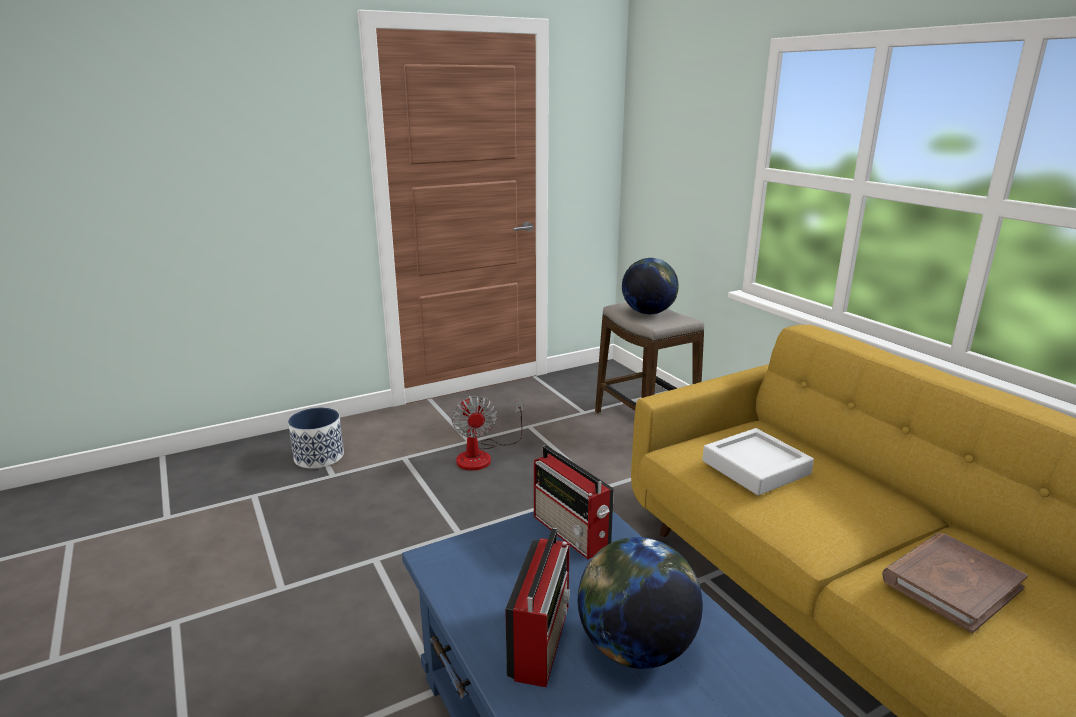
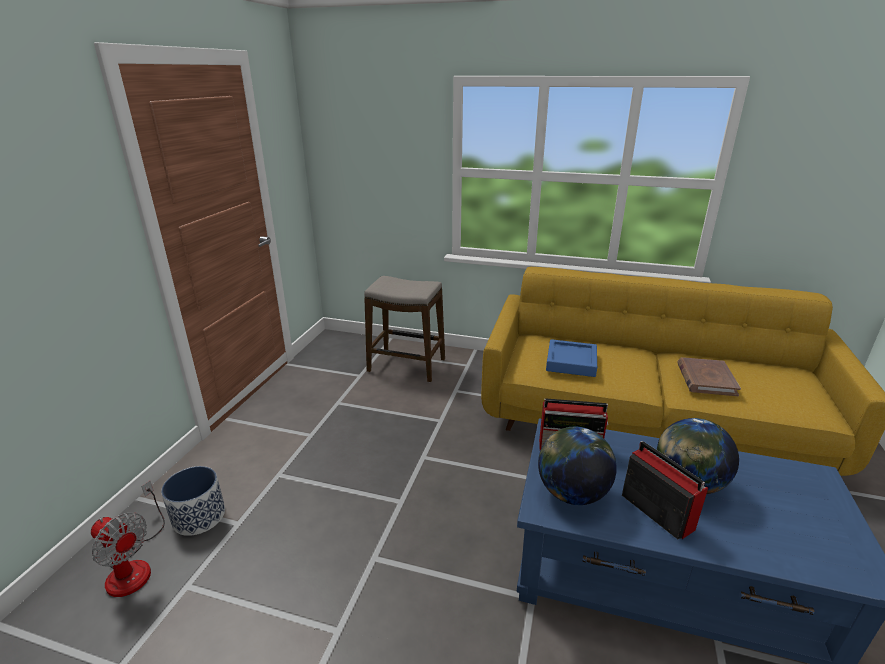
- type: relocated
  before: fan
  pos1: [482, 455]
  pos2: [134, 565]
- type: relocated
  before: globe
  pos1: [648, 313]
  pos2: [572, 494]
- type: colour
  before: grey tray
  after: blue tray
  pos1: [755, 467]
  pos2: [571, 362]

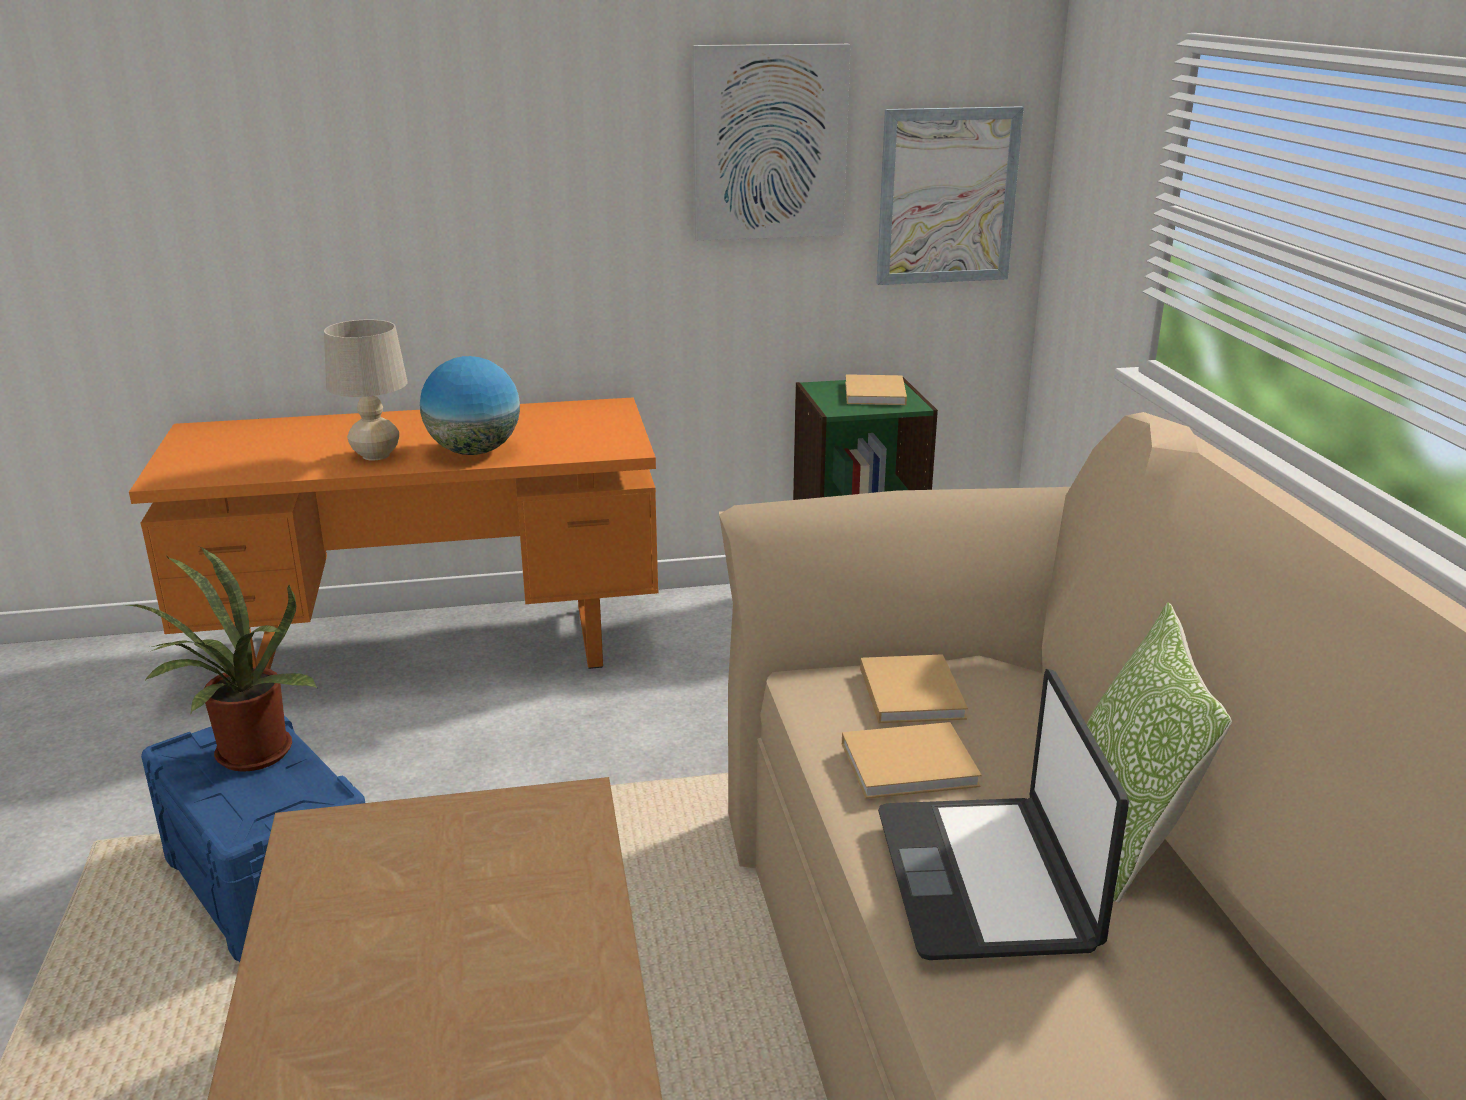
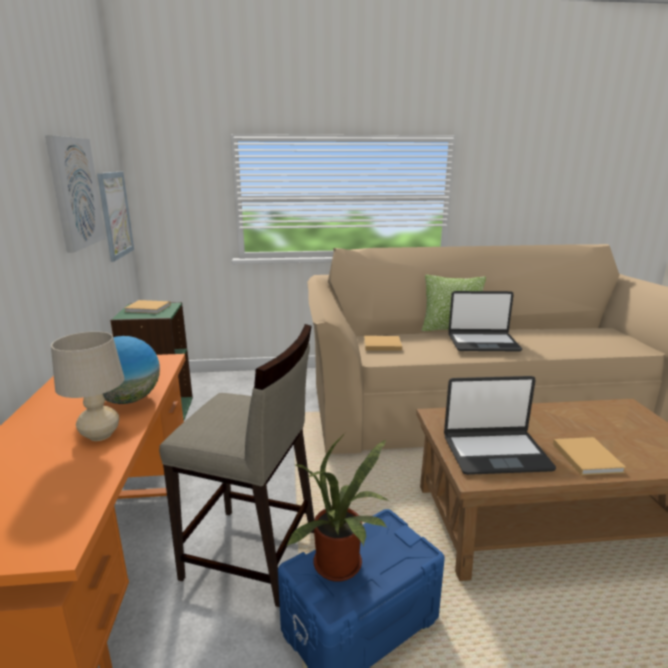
- type: appeared
  after: beige stool
  pos2: [252, 555]
- type: appeared
  after: laptop
  pos2: [495, 452]
- type: relocated
  before: beige book
  pos1: [913, 764]
  pos2: [586, 456]

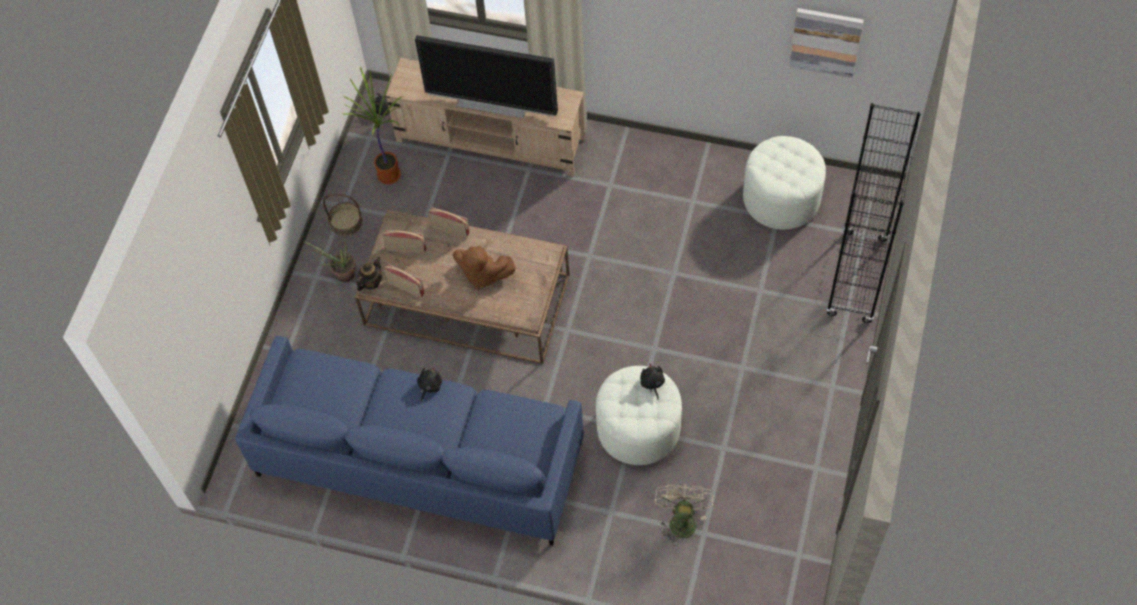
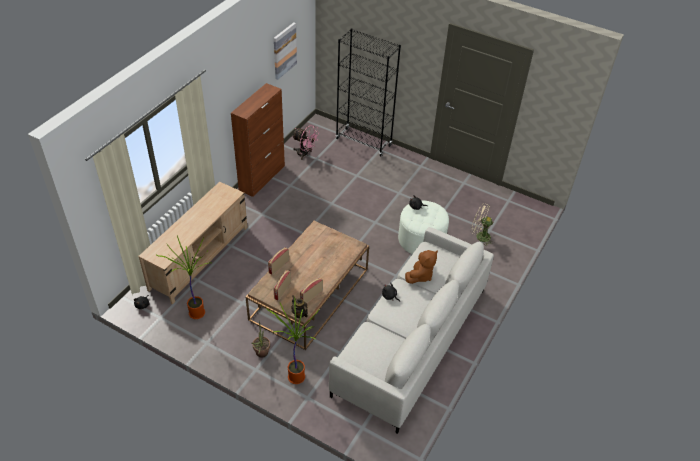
- type: missing
  before: basket
  pos1: [346, 222]
- type: missing
  before: television
  pos1: [492, 103]
- type: appeared
  after: brown cabinet
  pos2: [262, 177]
- type: appeared
  after: potted plant
  pos2: [295, 376]
- type: relocated
  before: brown plush toy
  pos1: [482, 274]
  pos2: [420, 275]
- type: exchanged
  before: white ottoman
  after: pink fan
  pos1: [781, 198]
  pos2: [305, 154]
- type: colour
  before: blue sofa
  after: grey sofa
  pos1: [420, 458]
  pos2: [410, 340]

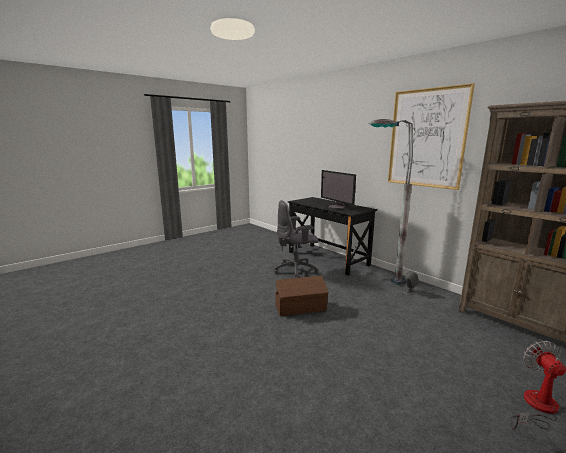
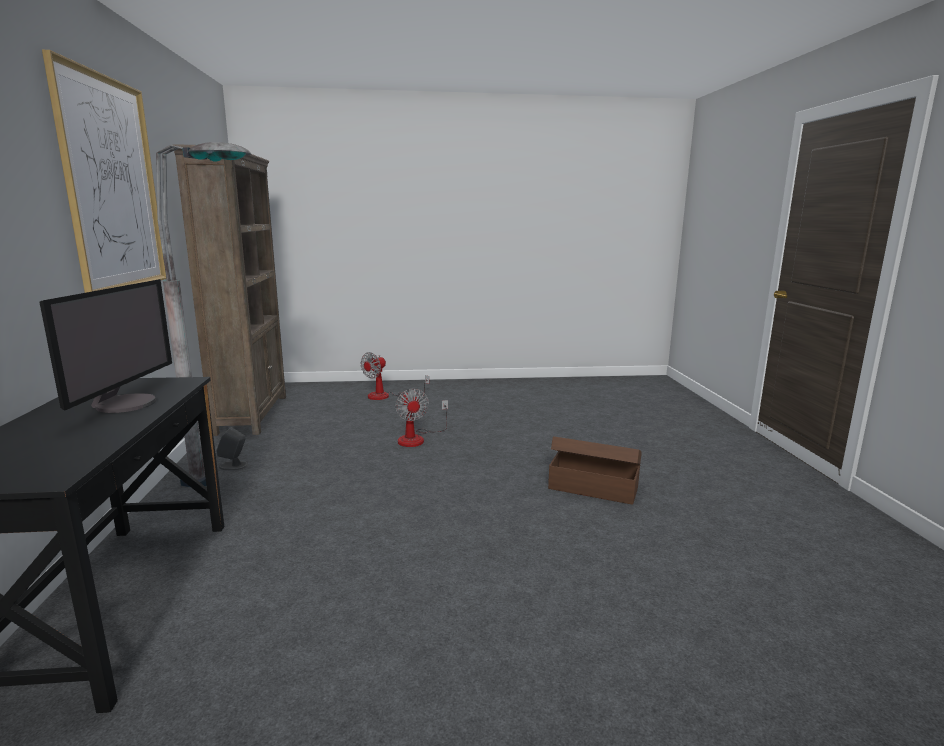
- type: missing
  before: grey office chair
  pos1: [296, 270]
- type: appeared
  after: fan
  pos2: [417, 438]
- type: relocated
  before: brown storage box
  pos1: [301, 308]
  pos2: [592, 487]

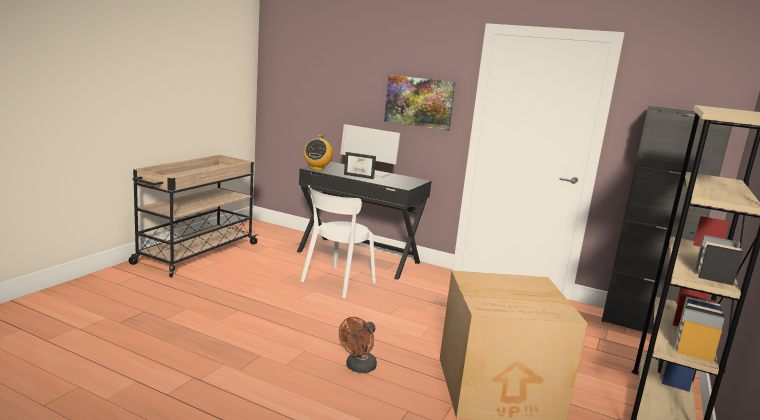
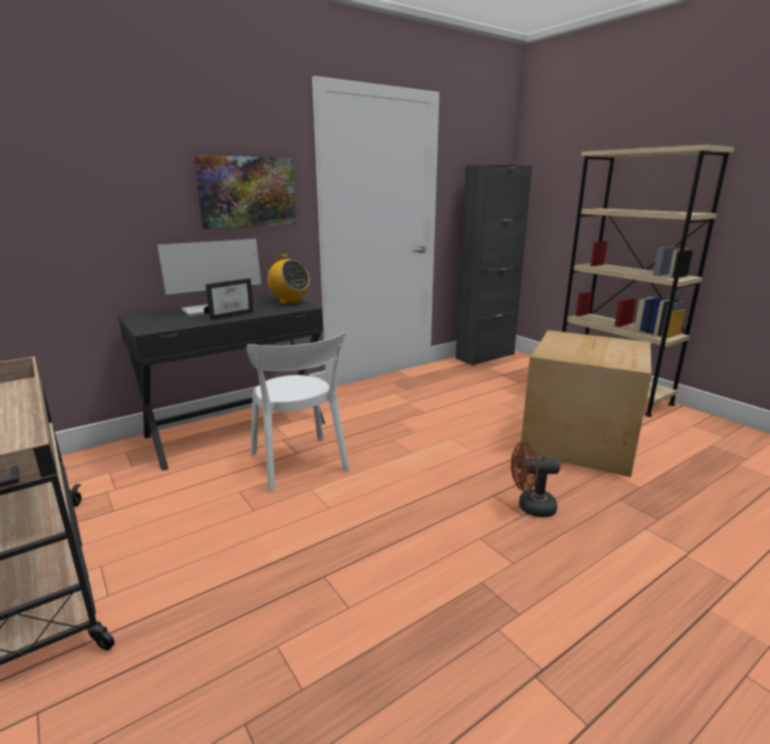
- type: relocated
  before: radio
  pos1: [317, 168]
  pos2: [289, 302]
- type: spun
  before: brown fan
  pos1: [358, 368]
  pos2: [530, 507]
  turn: 120

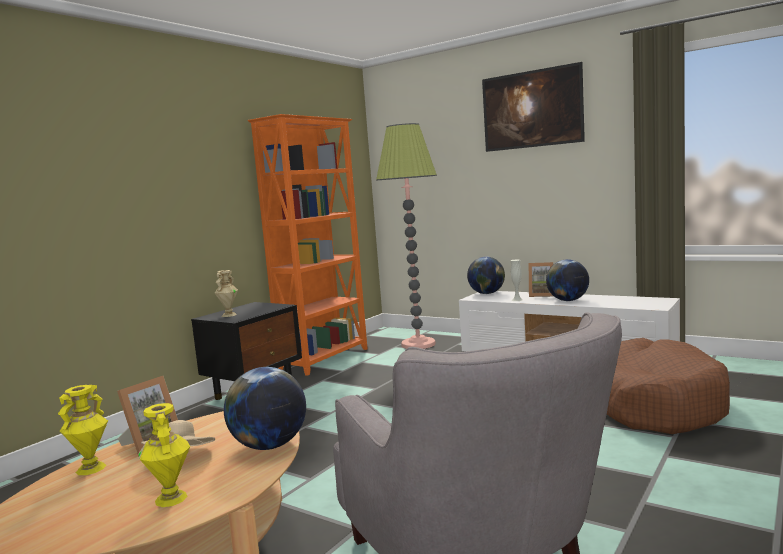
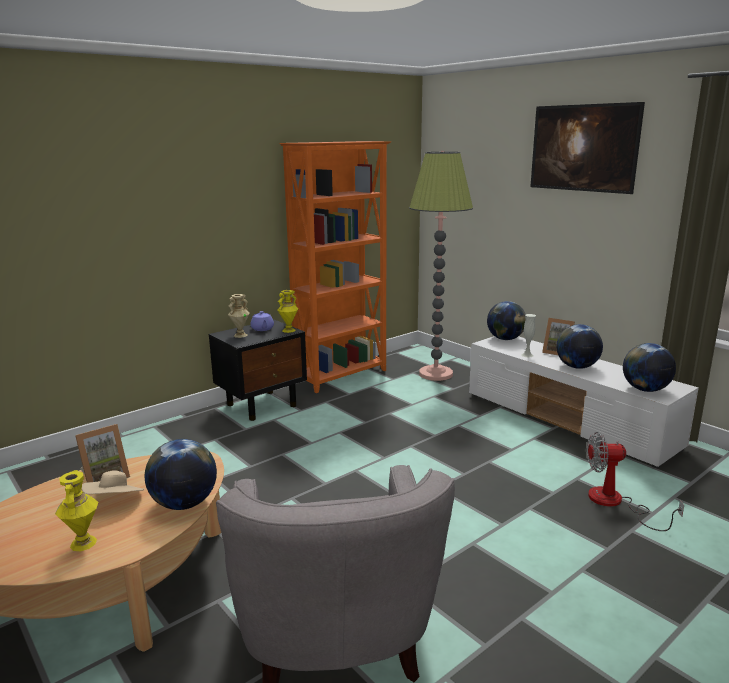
- type: appeared
  after: purple teapot
  pos2: [262, 329]
- type: appeared
  after: globe
  pos2: [645, 389]
- type: relocated
  before: yellow vase
  pos1: [91, 469]
  pos2: [289, 330]
- type: exchanged
  before: brown dog bed
  after: fan
  pos1: [653, 404]
  pos2: [615, 503]

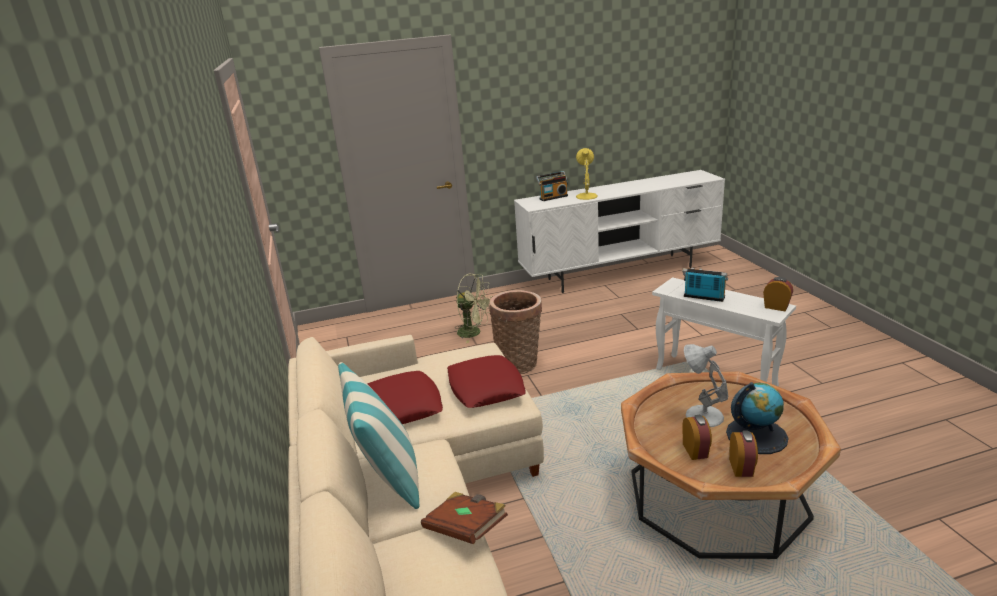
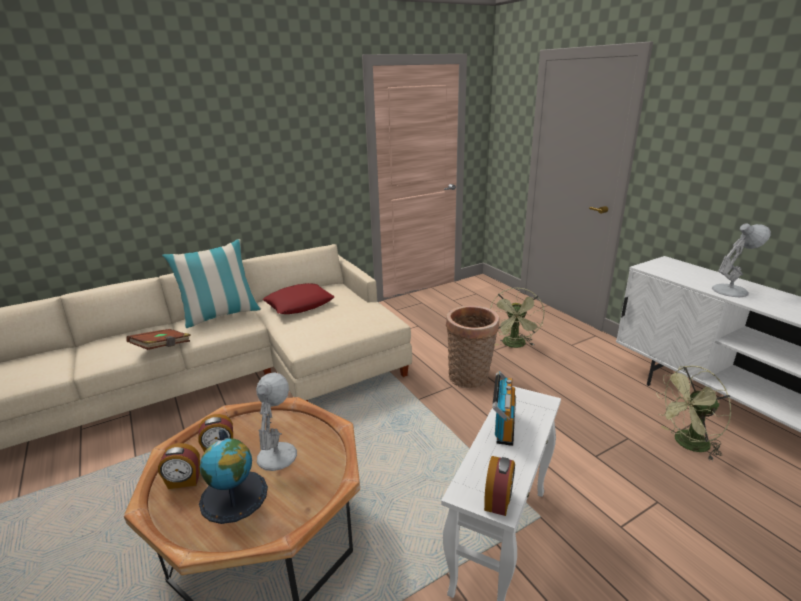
- type: missing
  before: red pillow
  pos1: [485, 388]
- type: missing
  before: radio
  pos1: [553, 197]
- type: appeared
  after: green fan
  pos2: [686, 444]
- type: colour
  before: yellow table lamp
  after: white table lamp
  pos1: [586, 196]
  pos2: [731, 290]

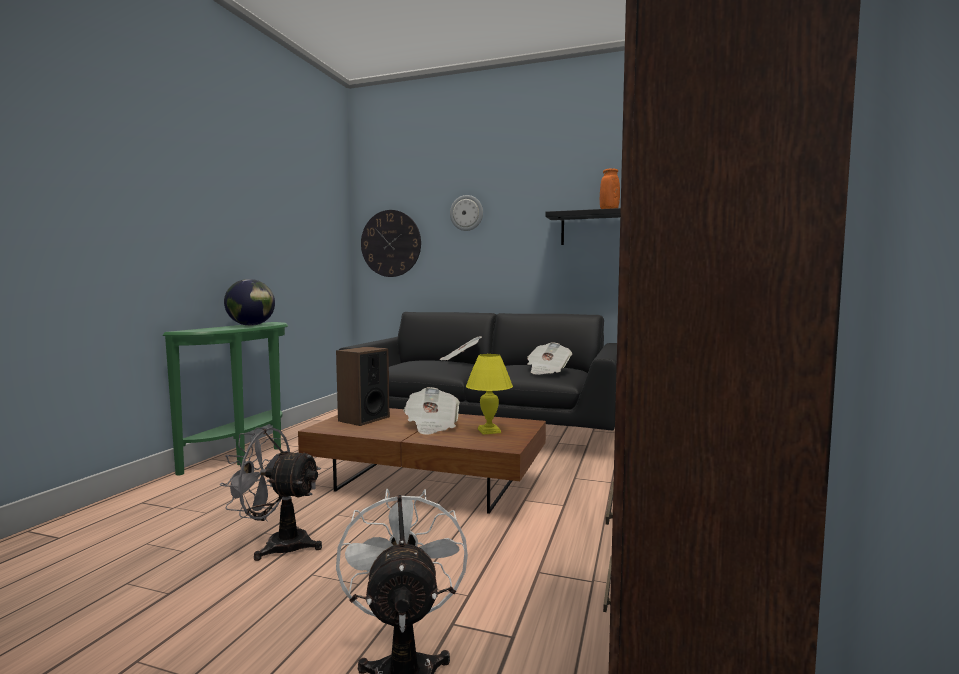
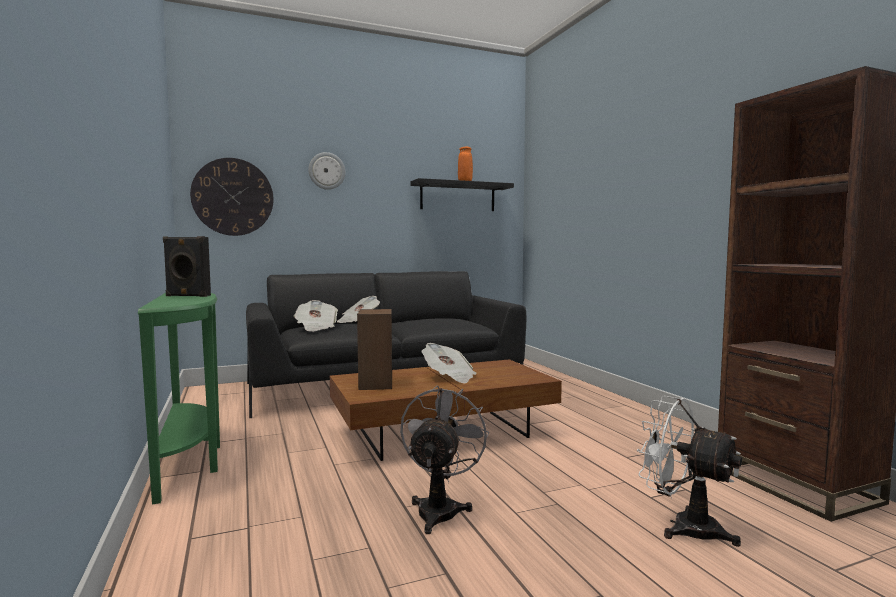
- type: missing
  before: yellow table lamp
  pos1: [489, 431]
- type: relocated
  before: newspaper
  pos1: [547, 371]
  pos2: [316, 328]
- type: exchanged
  before: globe
  after: black speaker
  pos1: [251, 325]
  pos2: [187, 296]
- type: spun
  before: grey fan
  pos1: [277, 545]
  pos2: [440, 508]
  turn: 135

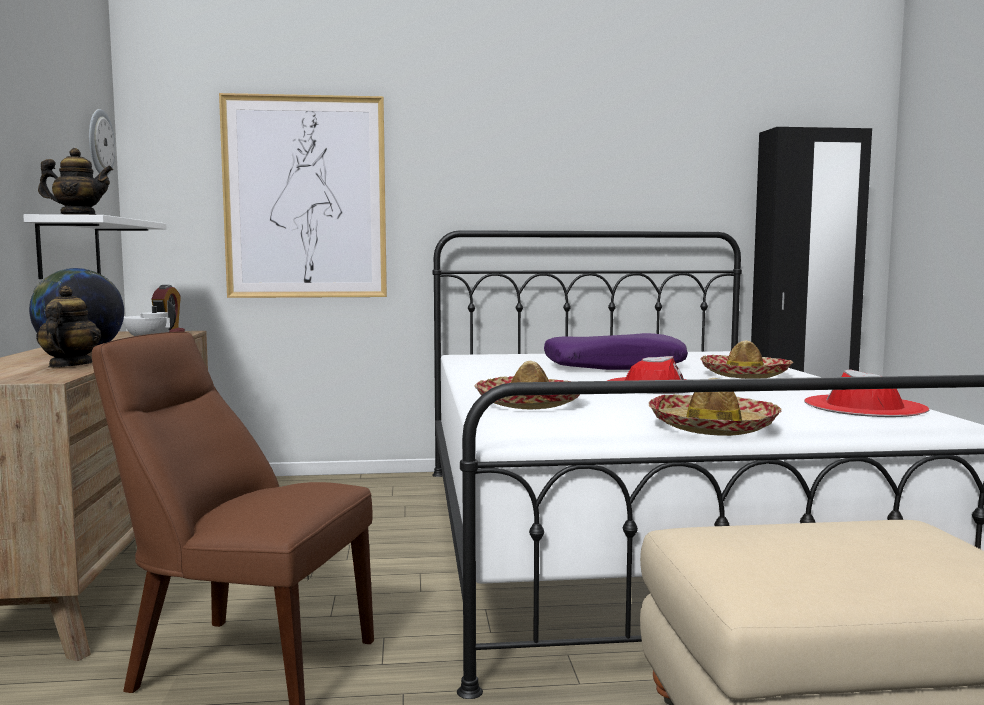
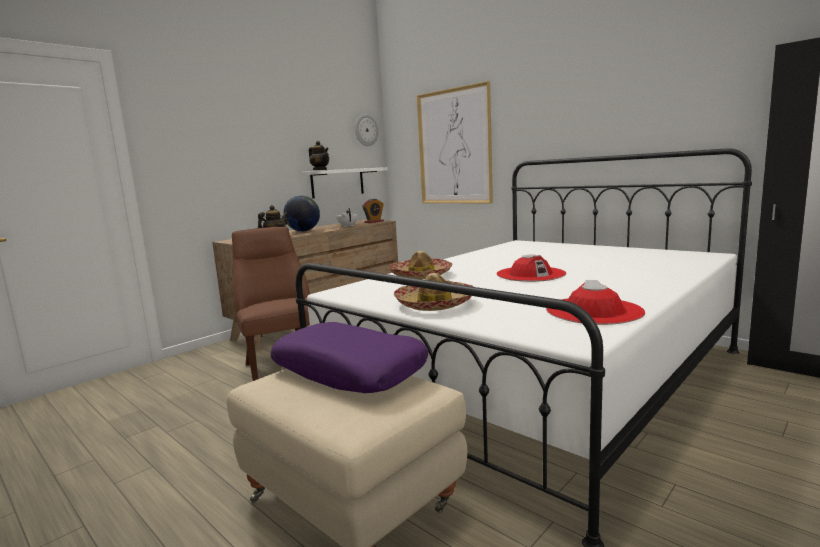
- type: missing
  before: hat
  pos1: [745, 375]
- type: relocated
  before: purple pillow
  pos1: [614, 366]
  pos2: [349, 371]

